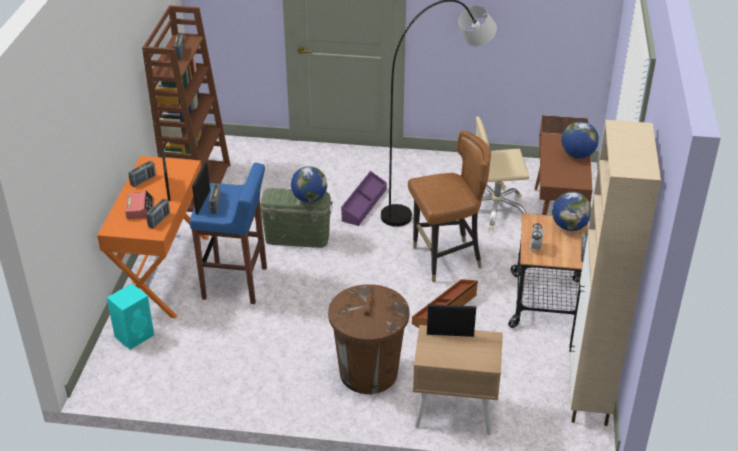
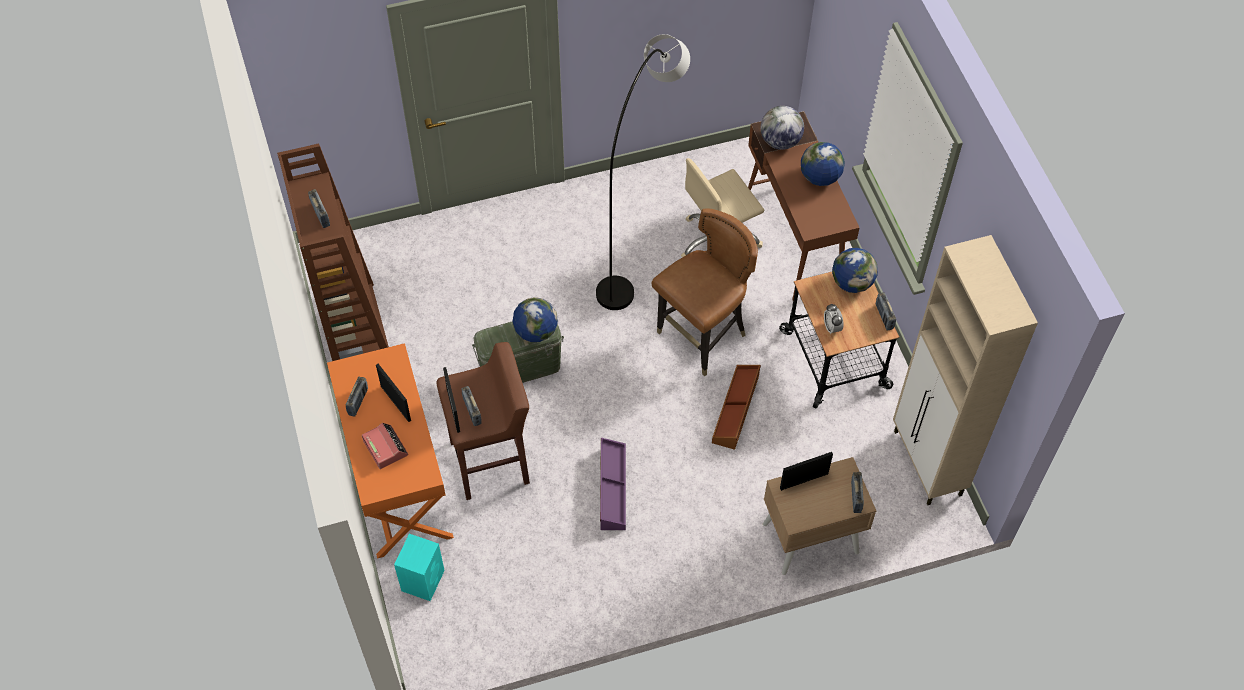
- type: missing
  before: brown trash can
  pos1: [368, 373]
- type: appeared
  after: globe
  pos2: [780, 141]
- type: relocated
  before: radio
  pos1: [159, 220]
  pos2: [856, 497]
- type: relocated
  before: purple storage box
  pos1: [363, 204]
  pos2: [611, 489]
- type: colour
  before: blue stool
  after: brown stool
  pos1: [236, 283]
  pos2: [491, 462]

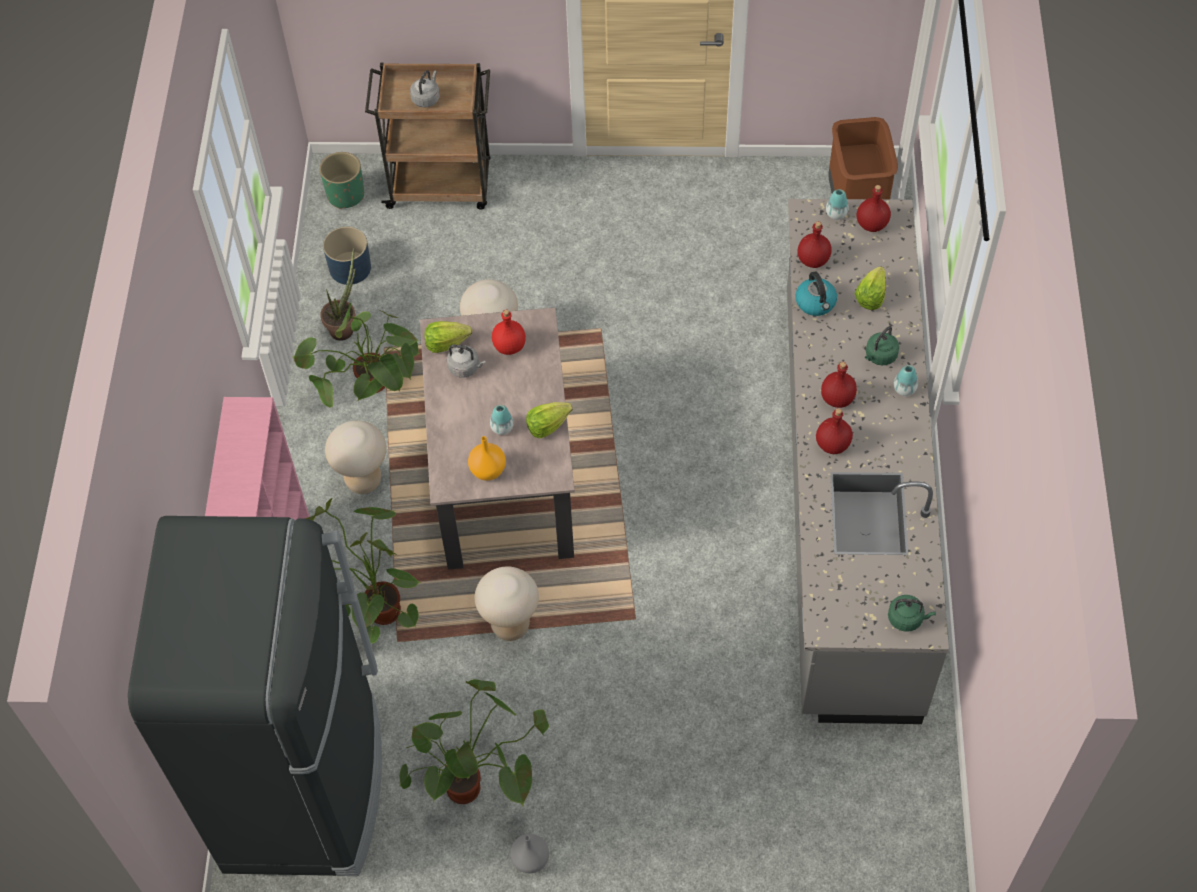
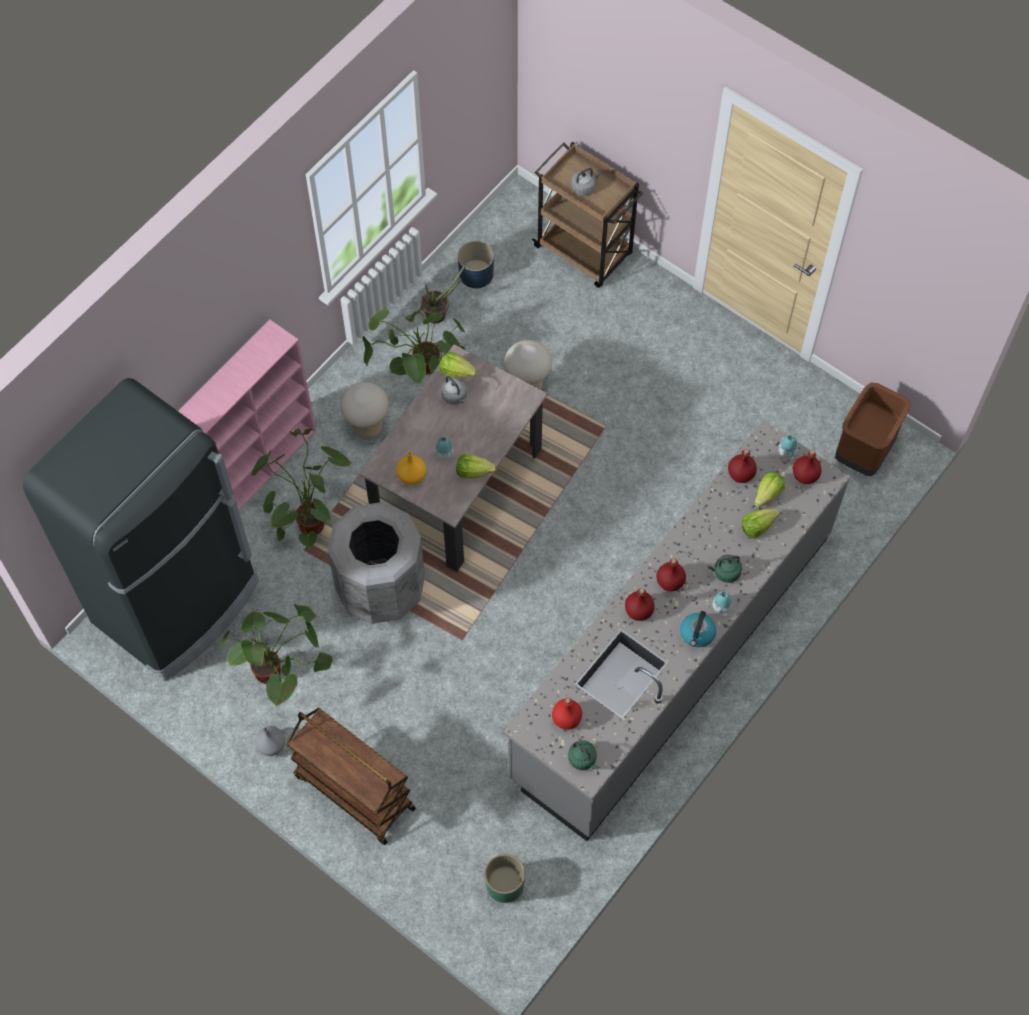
- type: appeared
  after: brown cart
  pos2: [353, 792]
- type: appeared
  after: lettuce
  pos2: [767, 494]
- type: relocated
  before: green planter
  pos1: [345, 195]
  pos2: [504, 885]
- type: relocated
  before: red bottle
  pos1: [509, 347]
  pos2: [566, 719]
- type: relocated
  before: kettle
  pos1: [816, 303]
  pos2: [697, 634]
- type: exchanged
  before: beige stool
  after: grey trash can
  pos1: [510, 626]
  pos2: [380, 589]

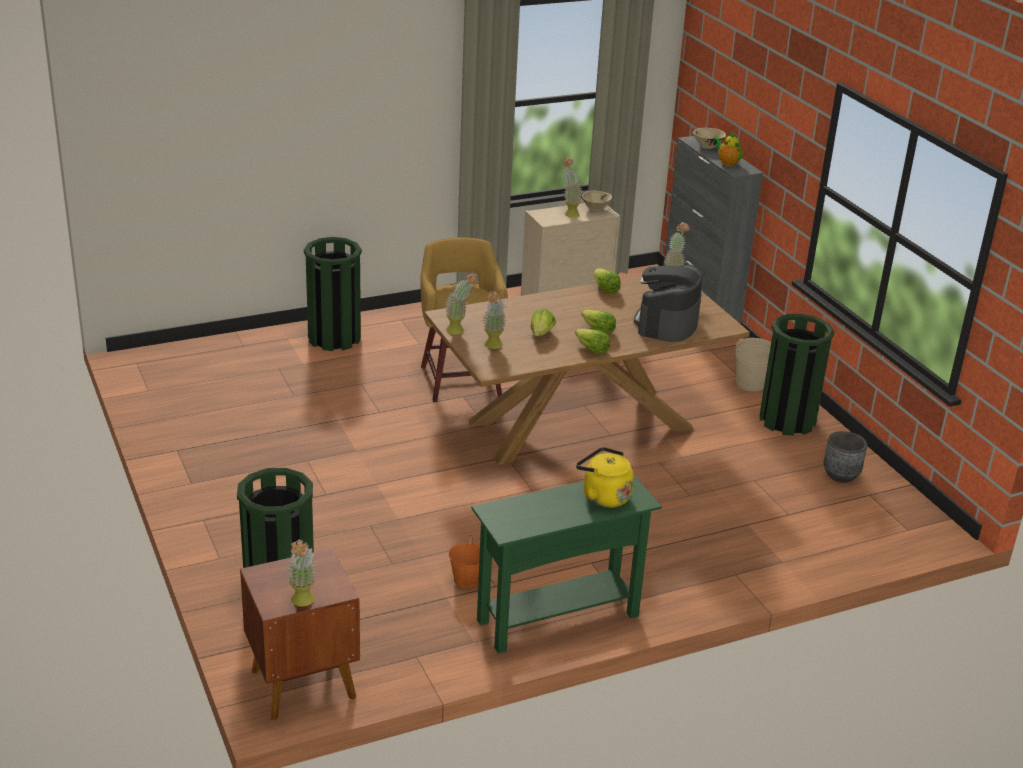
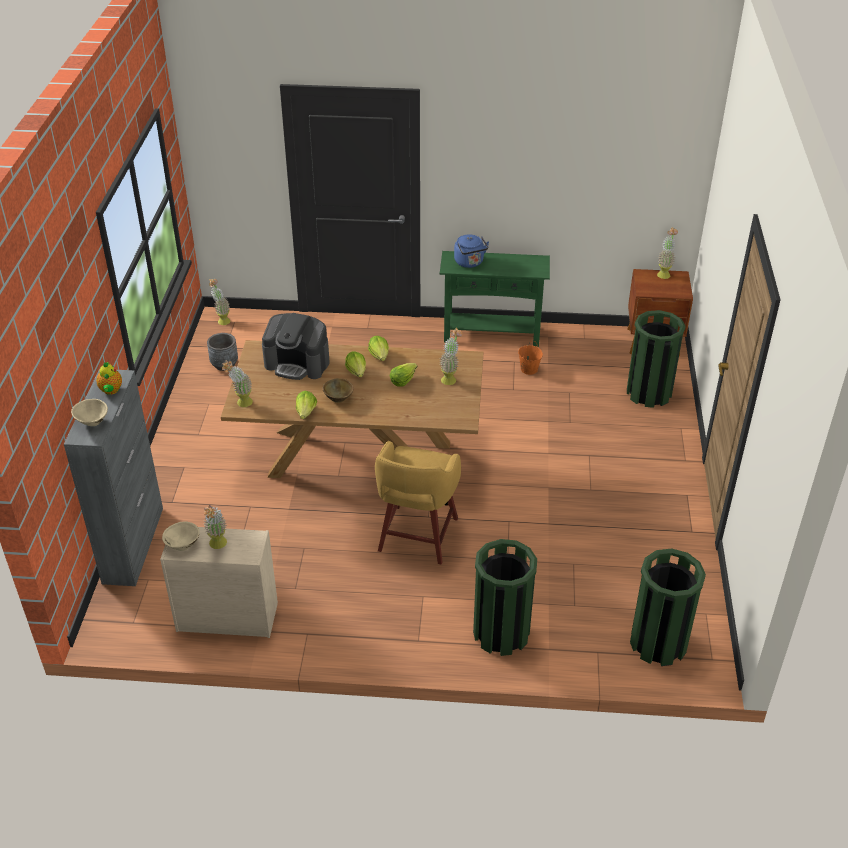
- type: missing
  before: beige bucket
  pos1: [750, 383]
- type: appeared
  after: brown bowl
  pos2: [338, 398]
- type: relocated
  before: potted plant
  pos1: [459, 331]
  pos2: [222, 320]
- type: relocated
  before: green trash can
  pos1: [787, 420]
  pos2: [658, 643]
- type: colour
  before: yellow kettle
  after: blue kettle
  pos1: [603, 496]
  pos2: [470, 263]
- type: spun
  before: coffee machine
  pos1: [666, 323]
  pos2: [297, 363]
  turn: 60

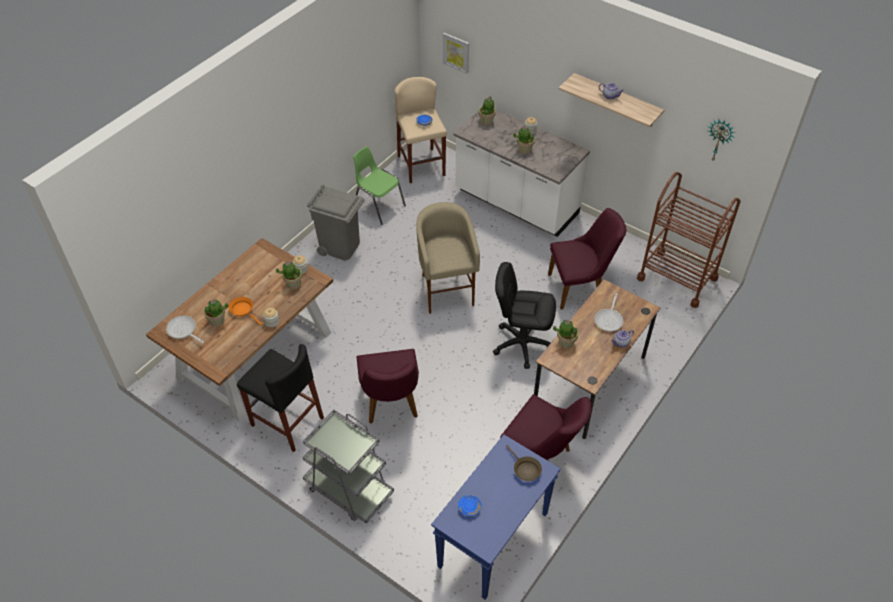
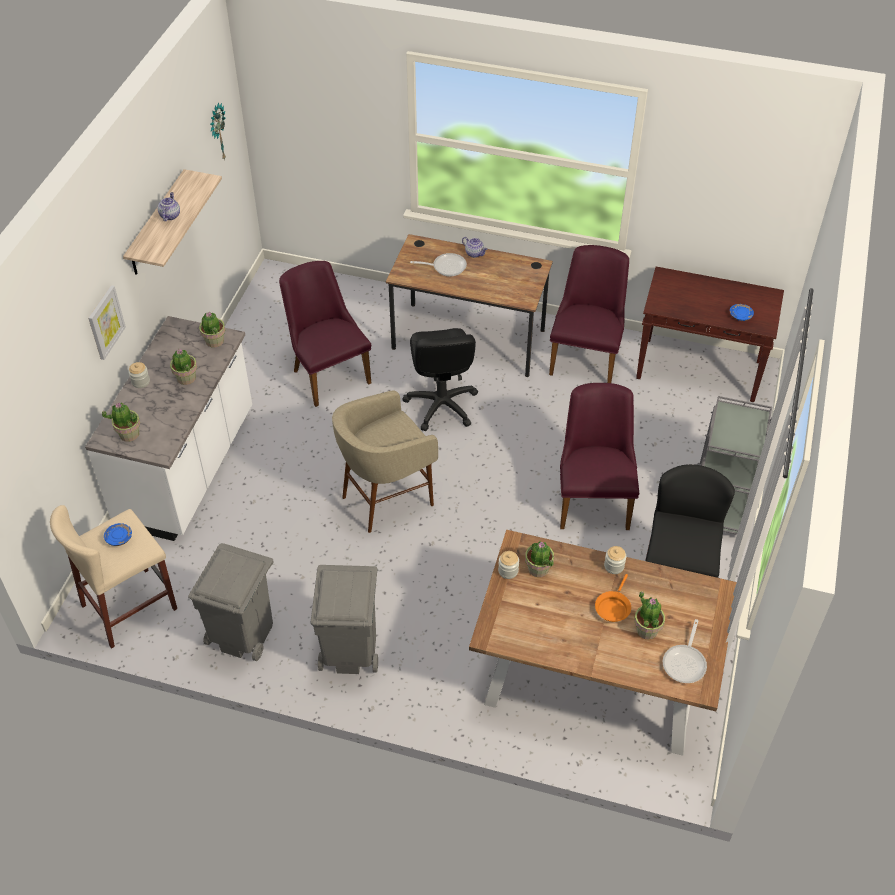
- type: missing
  before: brown frying pan
  pos1: [525, 469]
- type: missing
  before: brown cart
  pos1: [677, 278]
- type: relocated
  before: picture
  pos1: [456, 52]
  pos2: [105, 322]
- type: relocated
  before: potted plant
  pos1: [566, 342]
  pos2: [214, 341]
- type: exchanged
  before: green chair
  after: grey trash can
  pos1: [378, 205]
  pos2: [242, 633]
- type: colour
  before: blue console table
  after: brown console table
  pos1: [493, 541]
  pos2: [700, 370]
- type: spun
  before: purple chair
  pos1: [391, 406]
  pos2: [593, 498]
  turn: -60

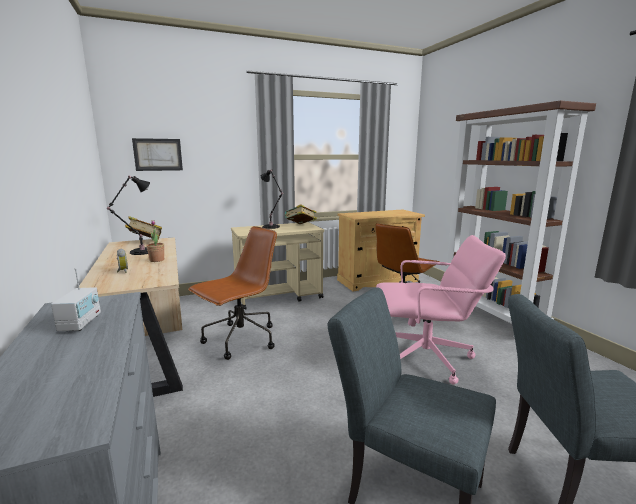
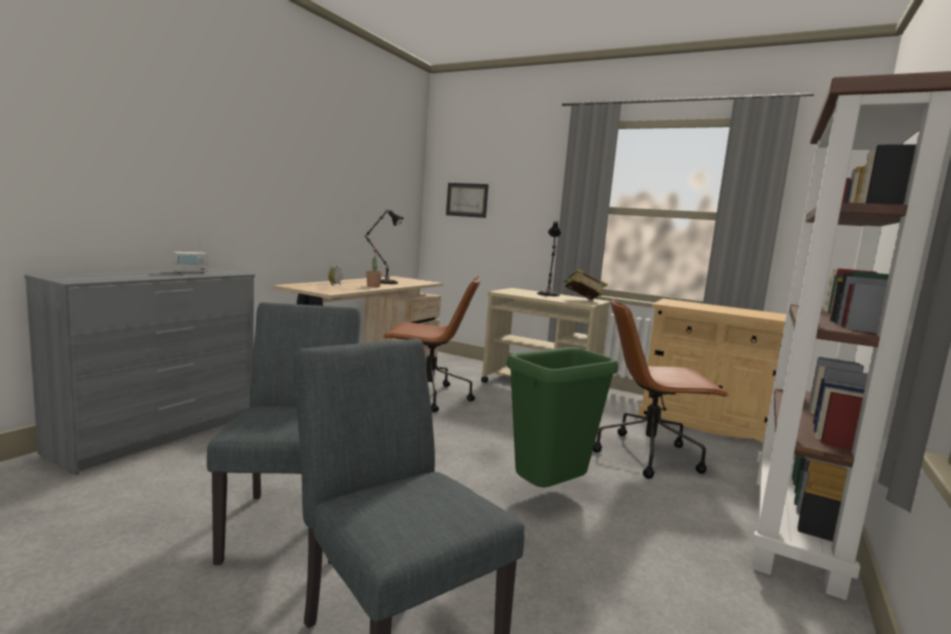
- type: missing
  before: book
  pos1: [145, 242]
- type: exchanged
  before: pink office chair
  after: green trash can
  pos1: [427, 358]
  pos2: [549, 494]

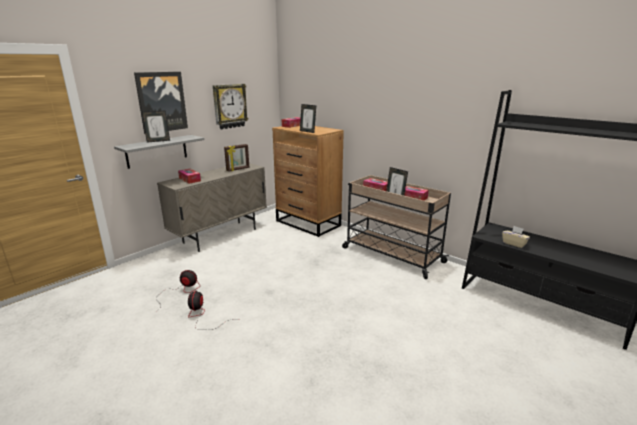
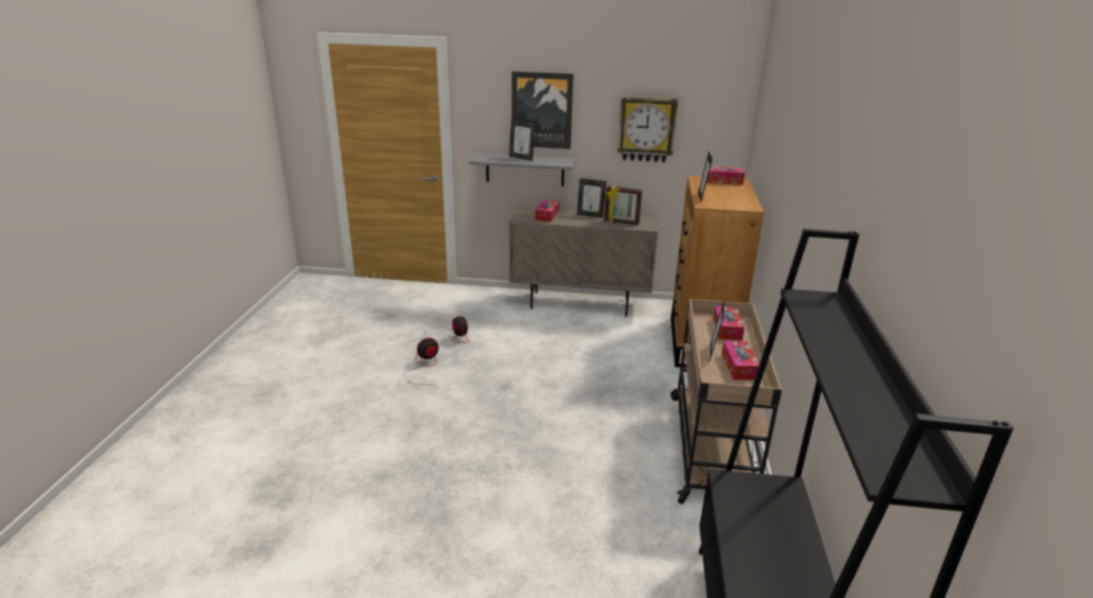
- type: missing
  before: beige tissue box
  pos1: [514, 243]
- type: appeared
  after: picture frame
  pos2: [590, 215]

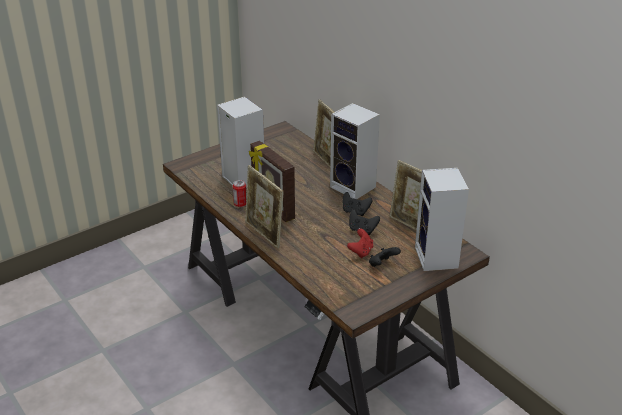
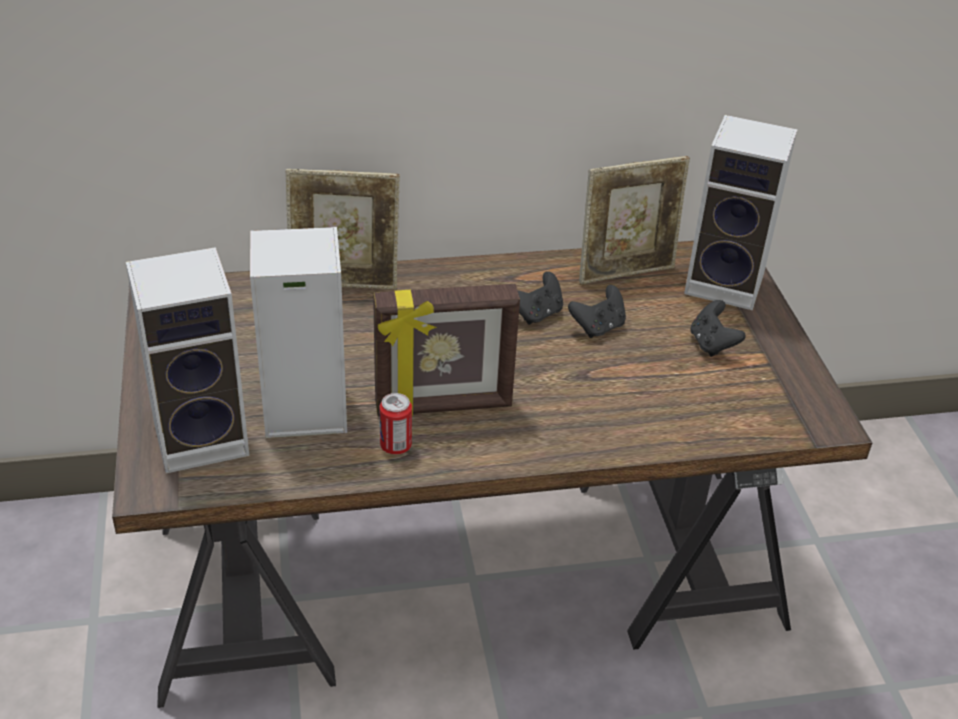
- type: missing
  before: picture frame
  pos1: [264, 234]
- type: missing
  before: red game controller
  pos1: [361, 252]
- type: relocated
  before: speaker
  pos1: [354, 187]
  pos2: [204, 437]

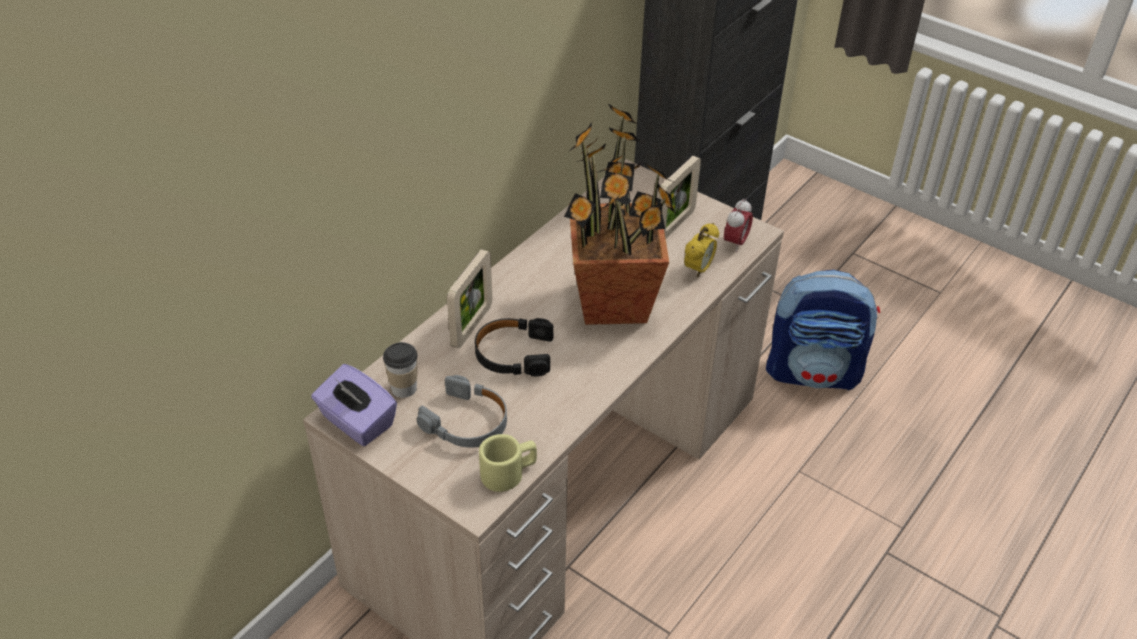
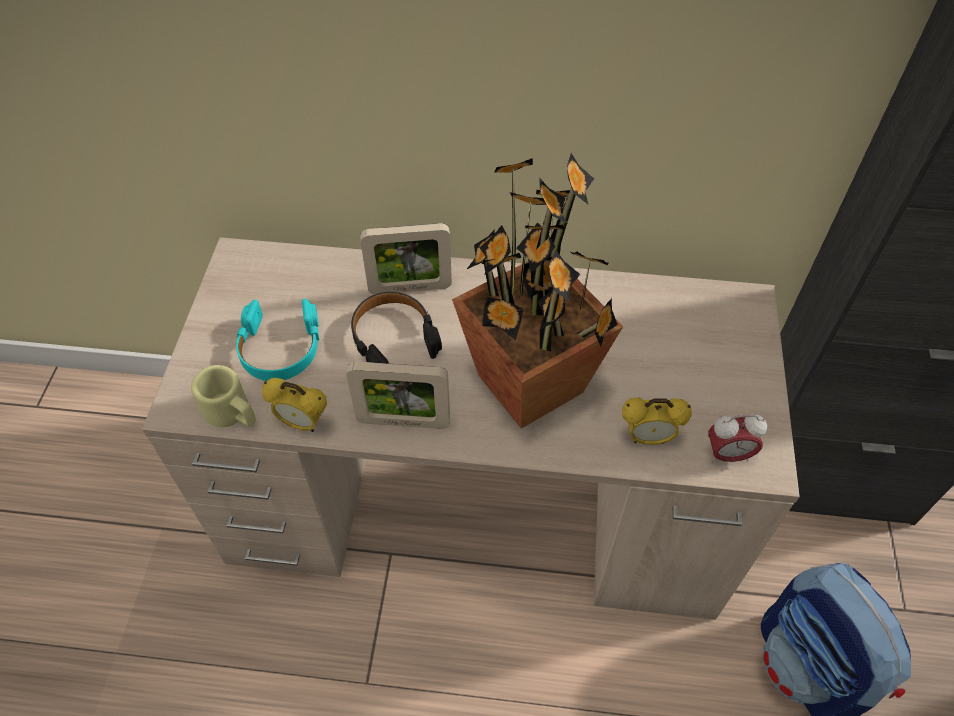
- type: missing
  before: purple tissue box
  pos1: [357, 422]
- type: missing
  before: cup
  pos1: [404, 388]
- type: appeared
  after: alarm clock
  pos2: [302, 423]
- type: relocated
  before: picture frame
  pos1: [674, 225]
  pos2: [403, 422]
- type: colour
  before: grey headphones
  after: turquoise headphones
  pos1: [467, 422]
  pos2: [280, 348]

